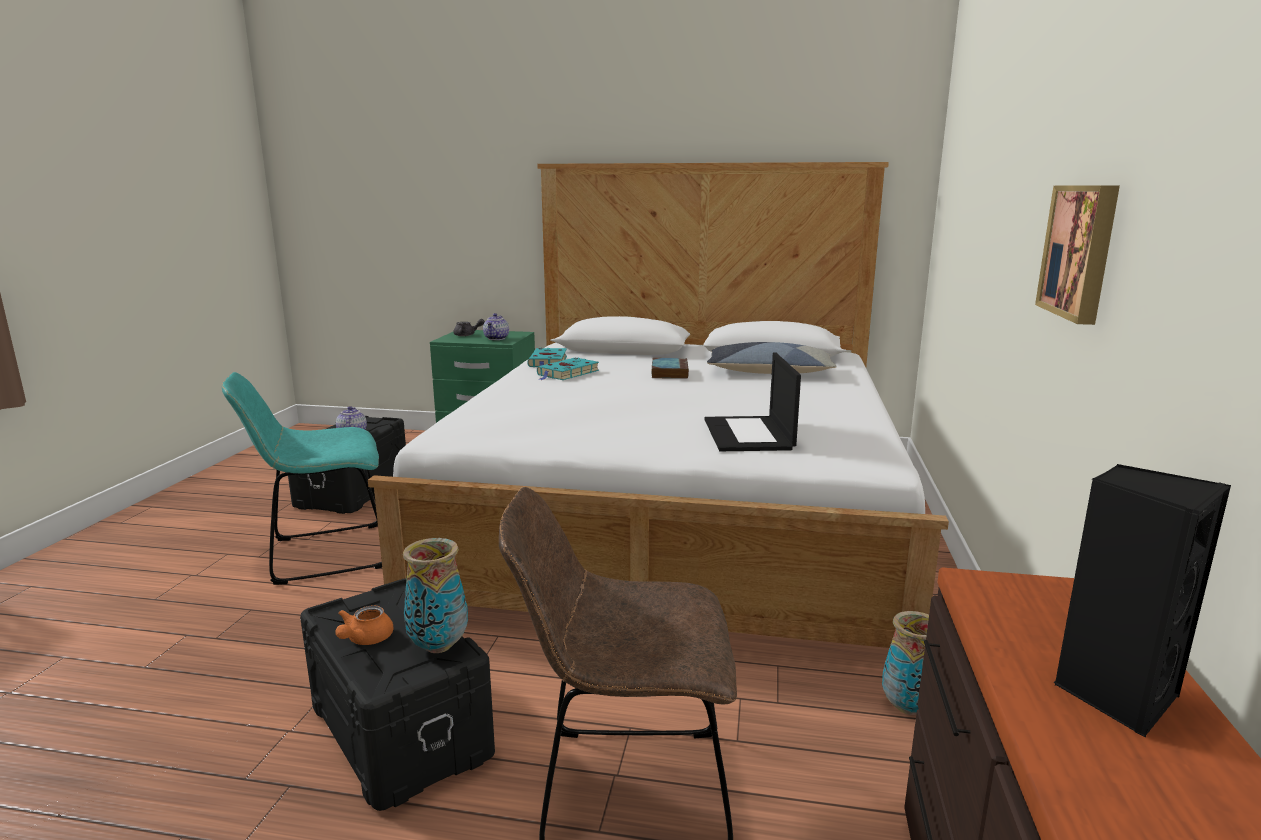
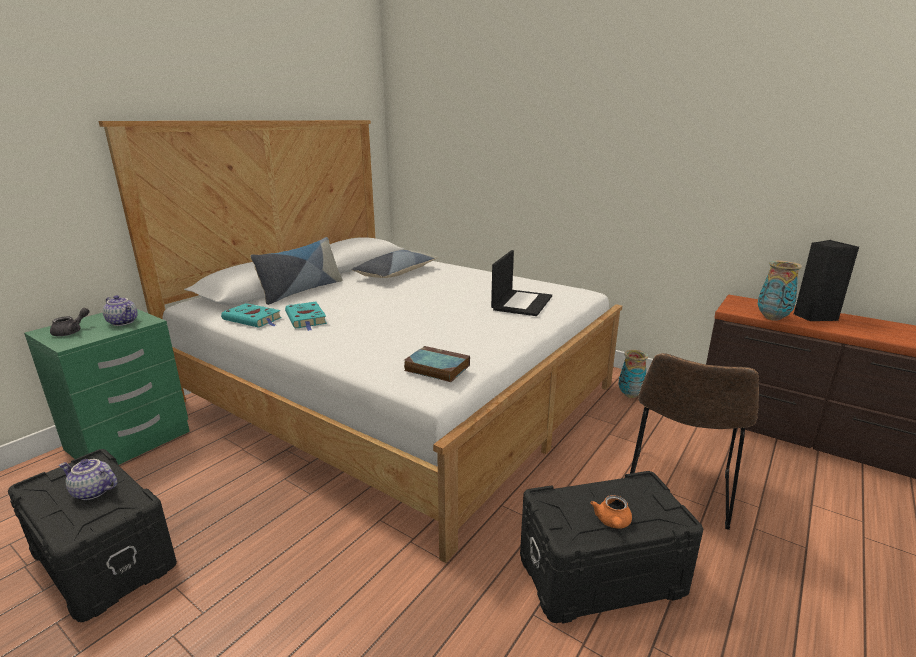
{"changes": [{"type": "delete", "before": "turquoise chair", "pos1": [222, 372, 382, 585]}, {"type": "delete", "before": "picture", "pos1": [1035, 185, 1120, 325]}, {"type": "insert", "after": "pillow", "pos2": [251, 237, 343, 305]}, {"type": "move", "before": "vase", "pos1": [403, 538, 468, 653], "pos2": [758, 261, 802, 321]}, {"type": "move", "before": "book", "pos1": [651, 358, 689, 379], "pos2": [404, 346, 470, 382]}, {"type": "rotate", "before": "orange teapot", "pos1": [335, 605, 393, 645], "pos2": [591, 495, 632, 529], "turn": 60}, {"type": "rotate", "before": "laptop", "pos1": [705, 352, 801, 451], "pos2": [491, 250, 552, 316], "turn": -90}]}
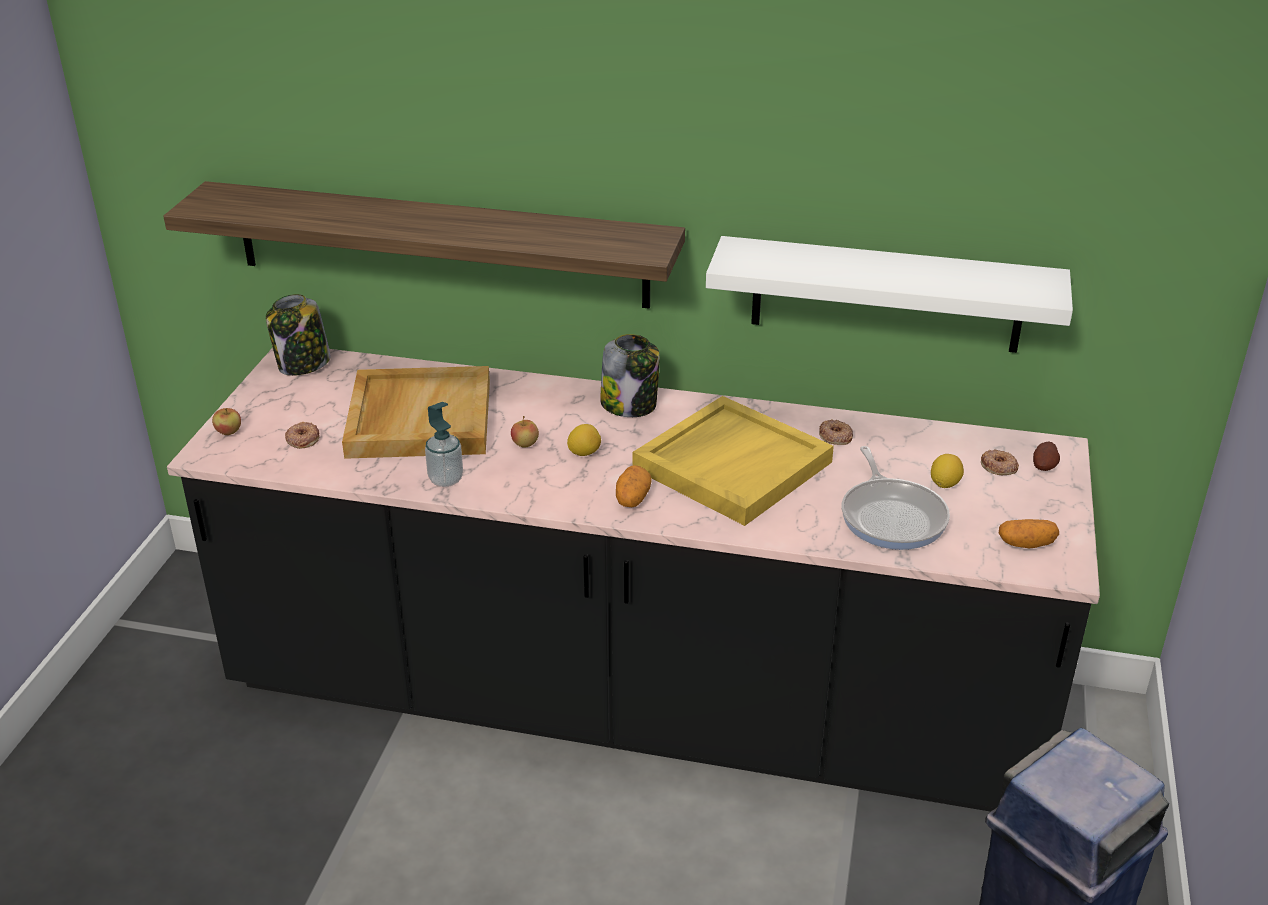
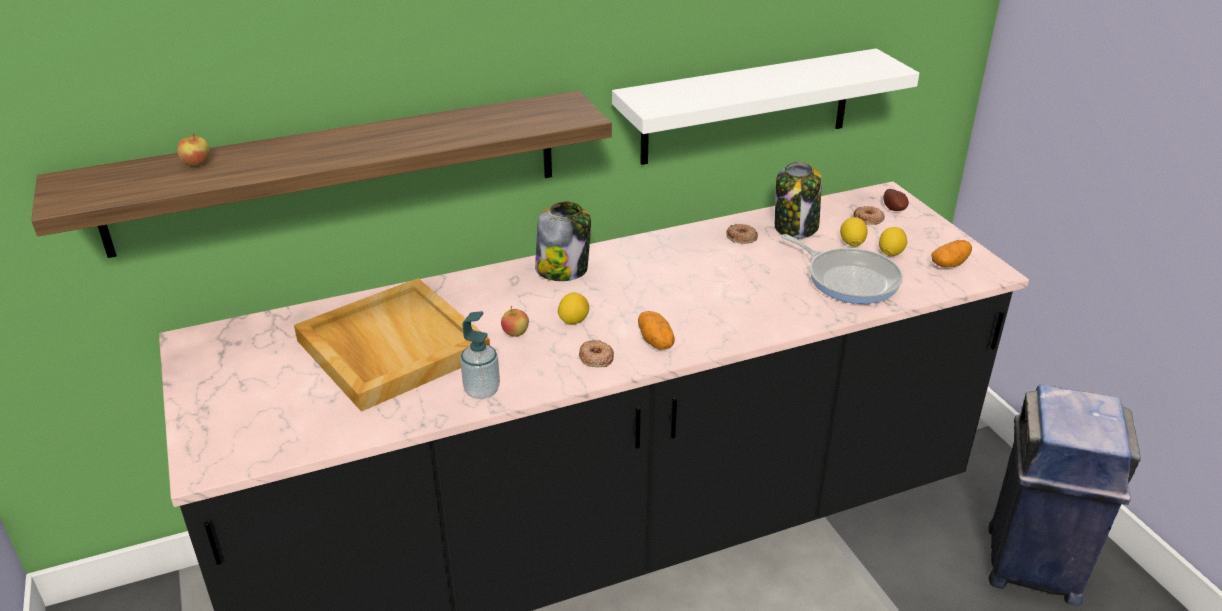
{"changes": [{"type": "delete", "before": "yellow tray", "pos1": [632, 396, 834, 526]}, {"type": "insert", "after": "lemon", "pos2": [879, 227, 907, 256]}, {"type": "move", "before": "apple", "pos1": [212, 408, 241, 435], "pos2": [177, 133, 210, 166]}, {"type": "move", "before": "jar", "pos1": [266, 294, 331, 376], "pos2": [775, 162, 822, 239]}, {"type": "move", "before": "donut", "pos1": [285, 422, 319, 449], "pos2": [579, 339, 614, 367]}]}
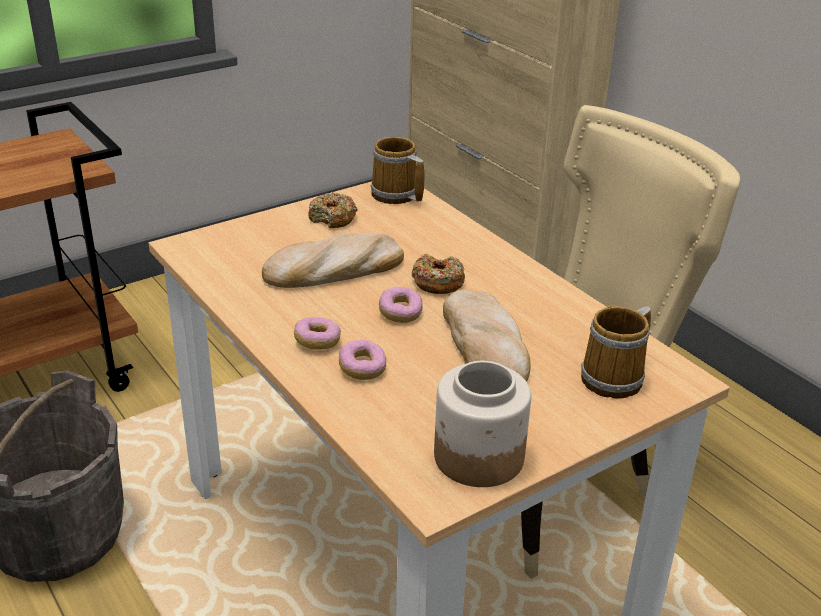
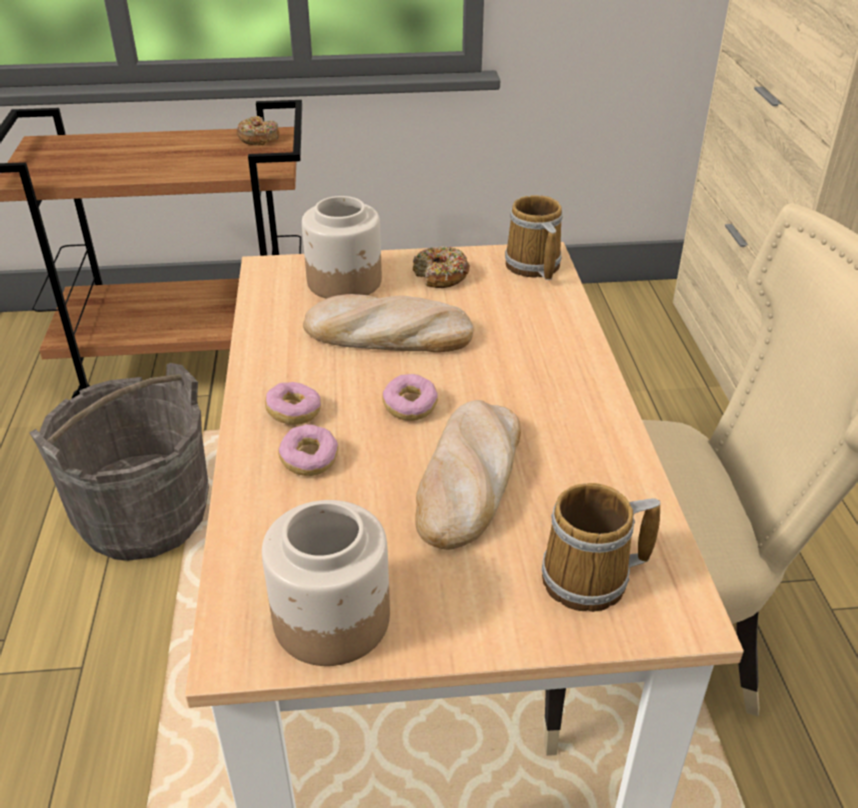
{"changes": [{"type": "insert", "after": "jar", "pos2": [302, 196, 382, 299]}, {"type": "move", "before": "donut", "pos1": [412, 254, 465, 294], "pos2": [236, 116, 279, 146]}]}
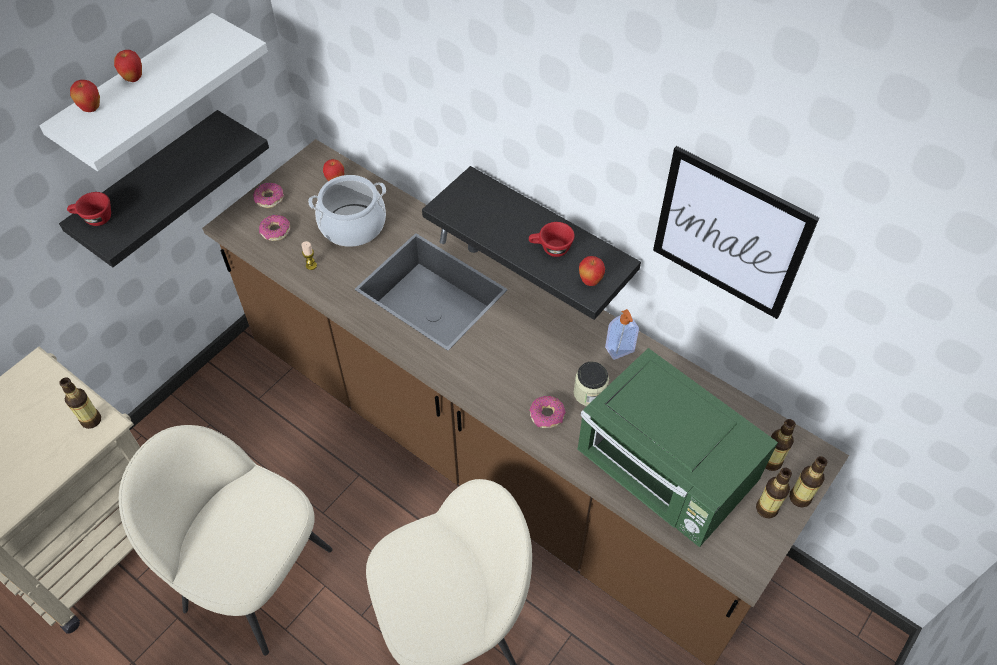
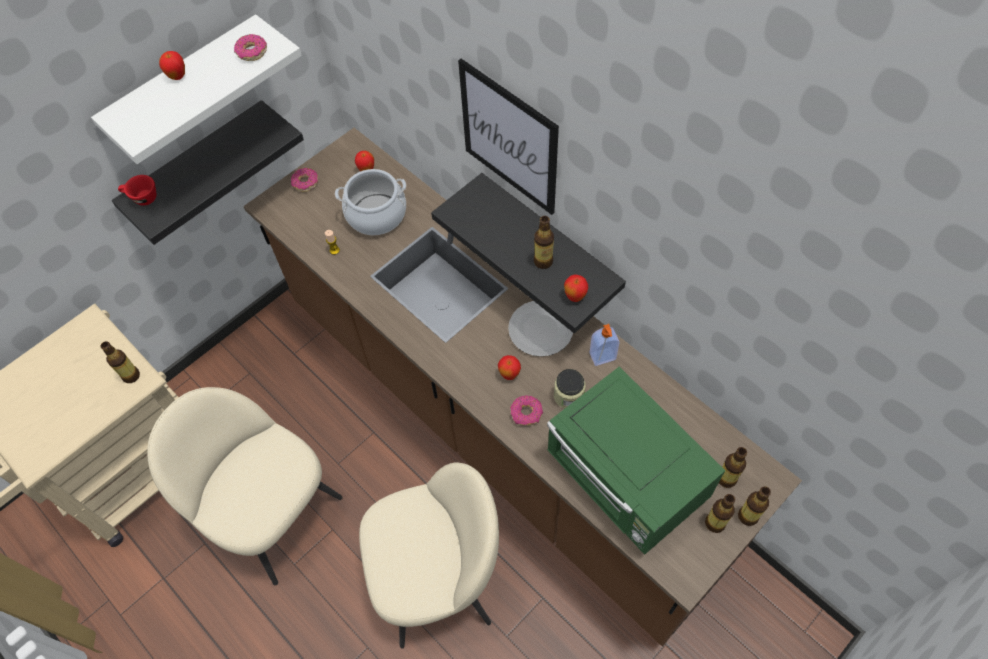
{"changes": [{"type": "insert", "after": "plate", "pos2": [508, 301, 573, 357]}, {"type": "move", "before": "apple", "pos1": [70, 80, 100, 112], "pos2": [498, 355, 521, 380]}, {"type": "move", "before": "donut", "pos1": [259, 215, 290, 241], "pos2": [234, 34, 267, 61]}, {"type": "move", "before": "picture", "pos1": [653, 146, 819, 319], "pos2": [458, 59, 559, 215]}, {"type": "replace", "before": "red cup", "after": "bottle", "pos1": [529, 222, 575, 257], "pos2": [534, 216, 554, 269]}]}
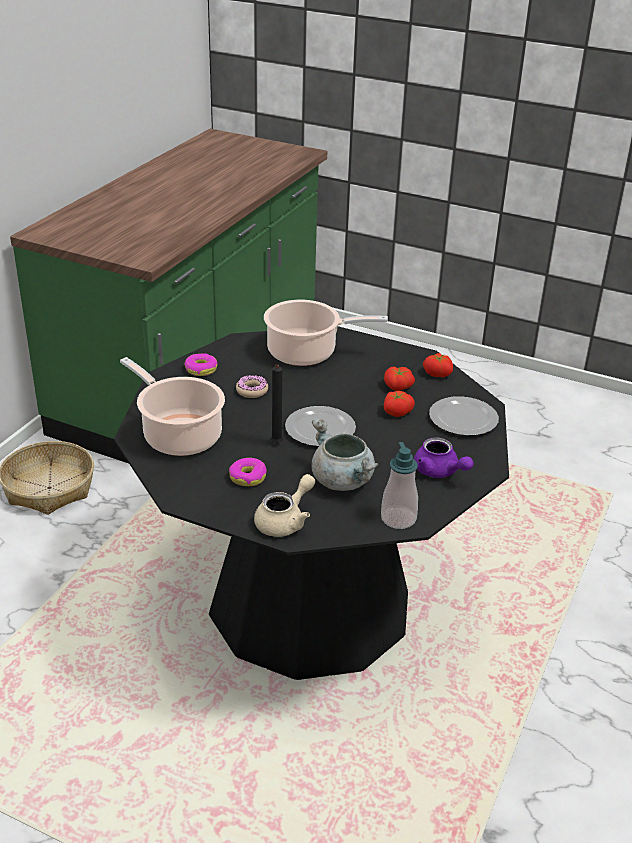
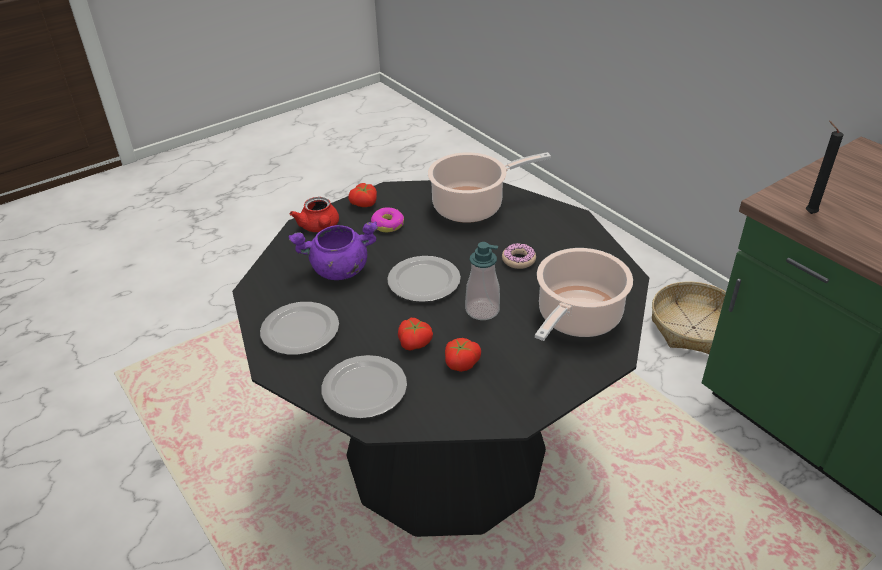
{"changes": [{"type": "delete", "before": "donut", "pos1": [184, 353, 217, 376]}, {"type": "move", "before": "black candle", "pos1": [271, 364, 283, 443], "pos2": [806, 121, 844, 214]}, {"type": "move", "before": "soap dispenser", "pos1": [381, 442, 418, 529], "pos2": [465, 242, 500, 320]}, {"type": "move", "before": "tomato", "pos1": [423, 353, 453, 377], "pos2": [348, 183, 377, 207]}, {"type": "replace", "before": "purple teapot", "after": "plate", "pos1": [414, 437, 474, 478], "pos2": [260, 302, 339, 355]}, {"type": "recolor", "before": "beige teapot", "after": "red teapot", "pos1": [254, 474, 315, 537], "pos2": [290, 197, 339, 232]}, {"type": "recolor", "before": "grey cooking pot", "after": "purple cooking pot", "pos1": [311, 419, 378, 491], "pos2": [289, 221, 378, 280]}]}
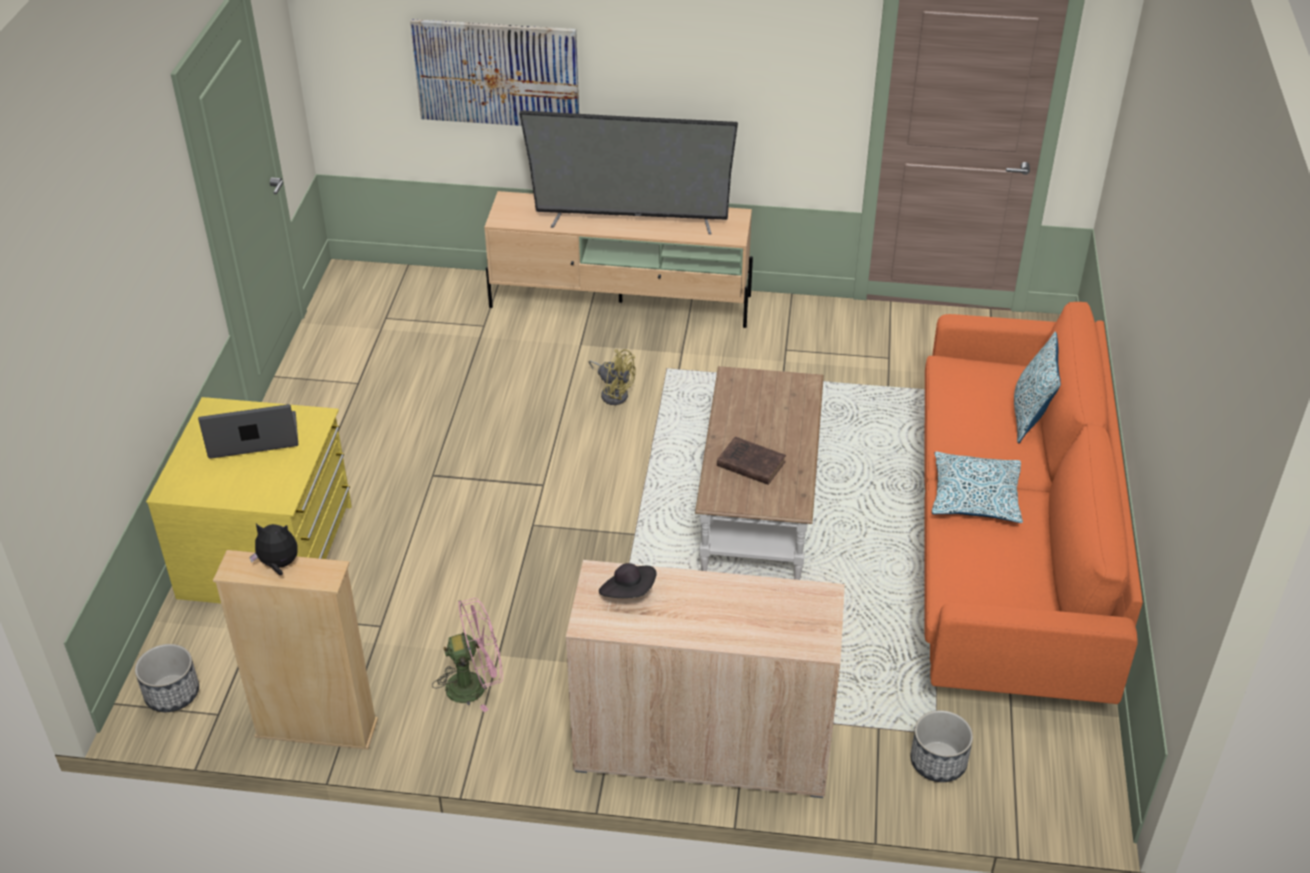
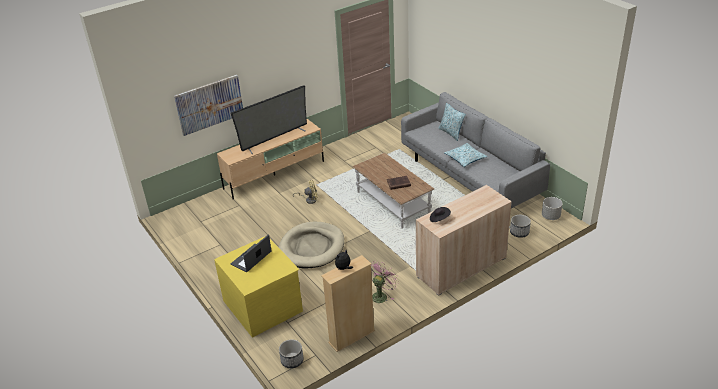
{"changes": [{"type": "insert", "after": "beige dog bed", "pos2": [279, 221, 344, 268]}, {"type": "insert", "after": "grey planter", "pos2": [542, 197, 563, 220]}, {"type": "recolor", "before": "orange sofa", "after": "grey sofa", "pos1": [924, 302, 1143, 704], "pos2": [401, 92, 550, 208]}]}
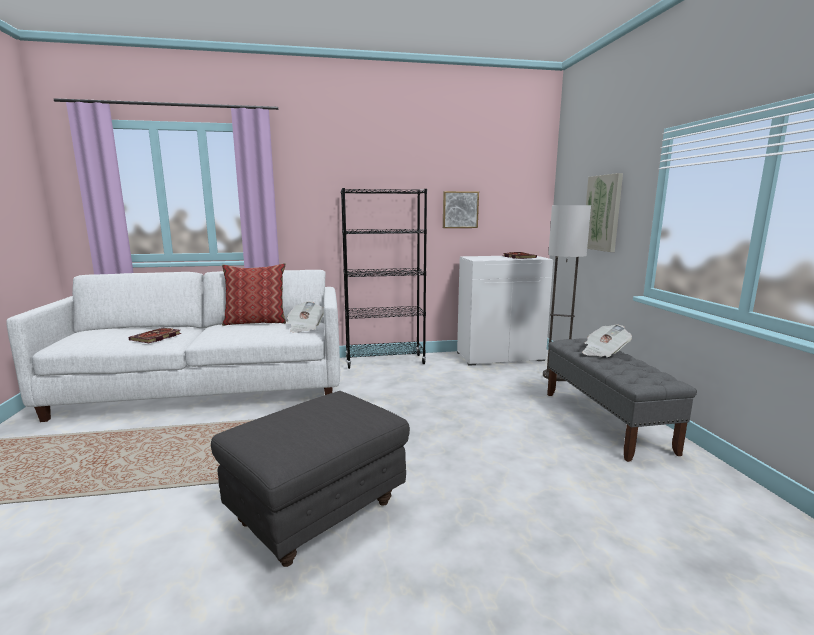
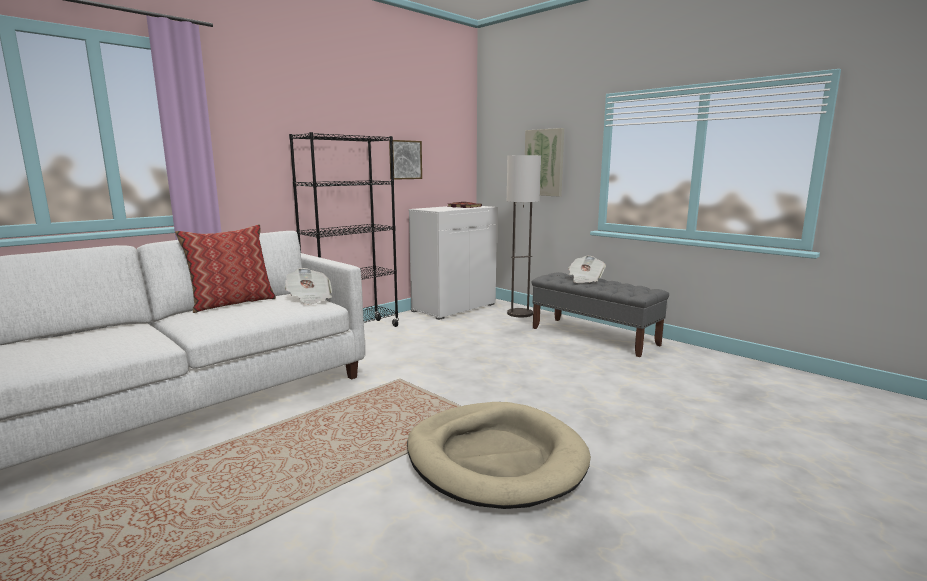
{"changes": [{"type": "delete", "before": "book", "pos1": [129, 328, 182, 343]}, {"type": "replace", "before": "grey ottoman", "after": "beige dog bed", "pos1": [211, 391, 410, 567], "pos2": [407, 402, 591, 509]}]}
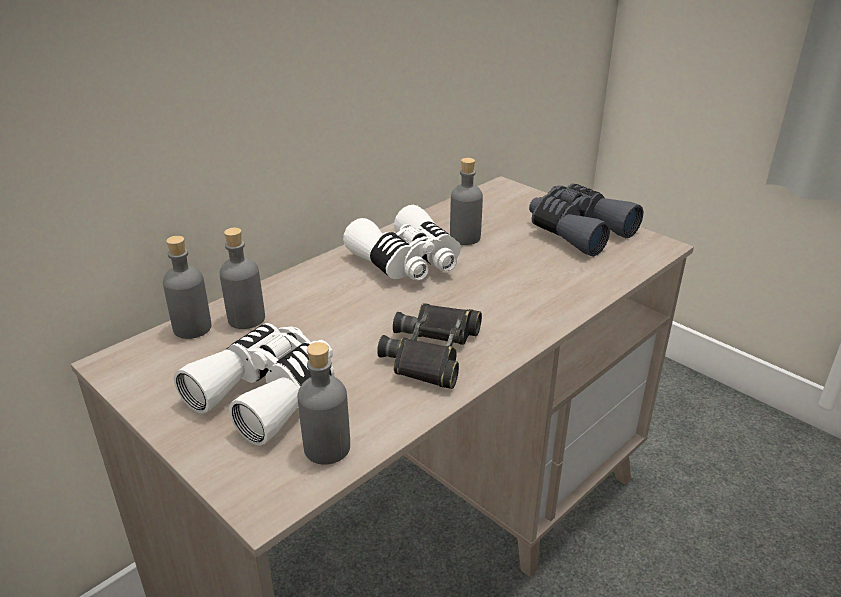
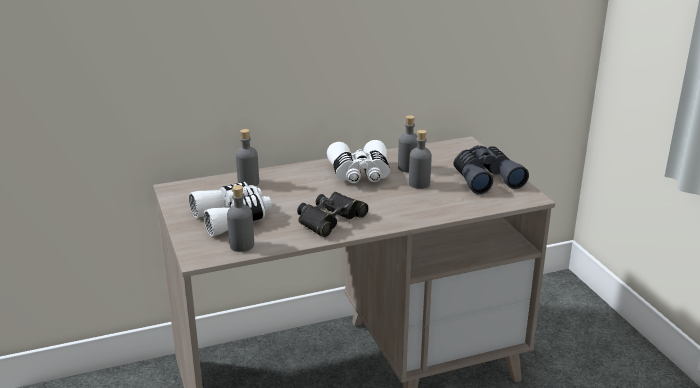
{"changes": [{"type": "move", "before": "grey bottle", "pos1": [163, 236, 211, 339], "pos2": [409, 130, 432, 189]}]}
